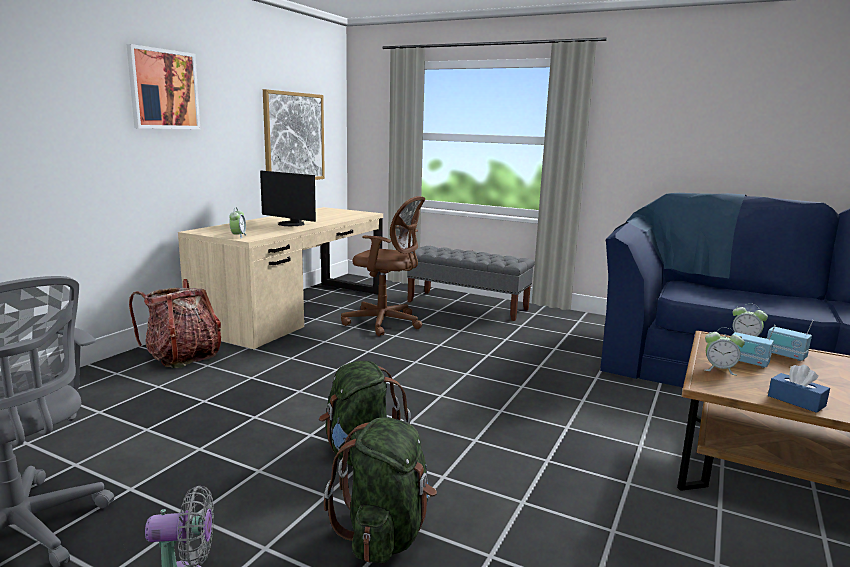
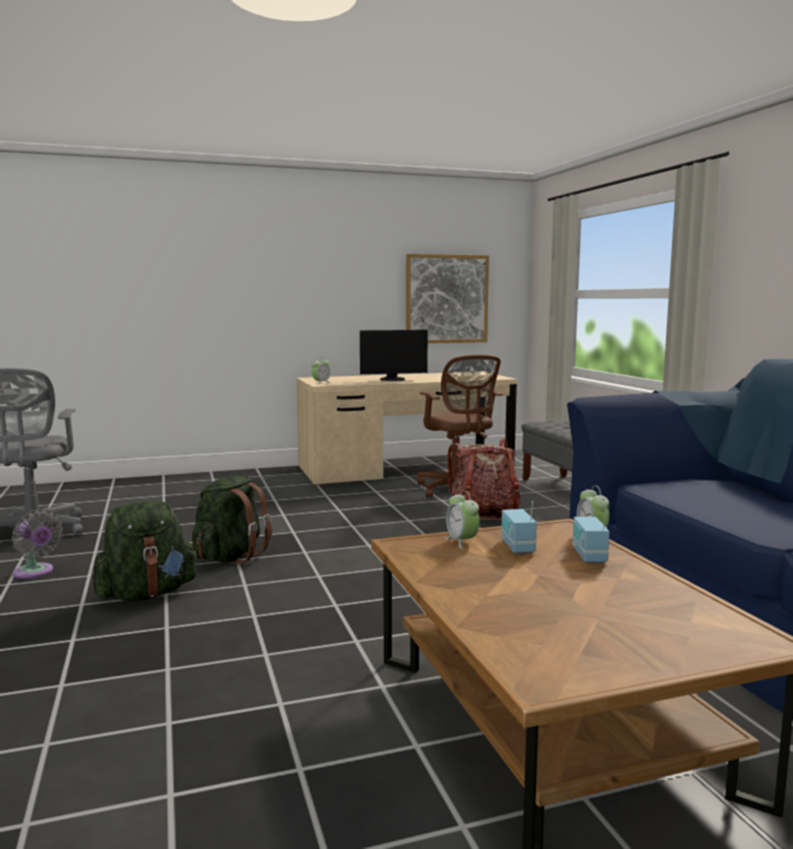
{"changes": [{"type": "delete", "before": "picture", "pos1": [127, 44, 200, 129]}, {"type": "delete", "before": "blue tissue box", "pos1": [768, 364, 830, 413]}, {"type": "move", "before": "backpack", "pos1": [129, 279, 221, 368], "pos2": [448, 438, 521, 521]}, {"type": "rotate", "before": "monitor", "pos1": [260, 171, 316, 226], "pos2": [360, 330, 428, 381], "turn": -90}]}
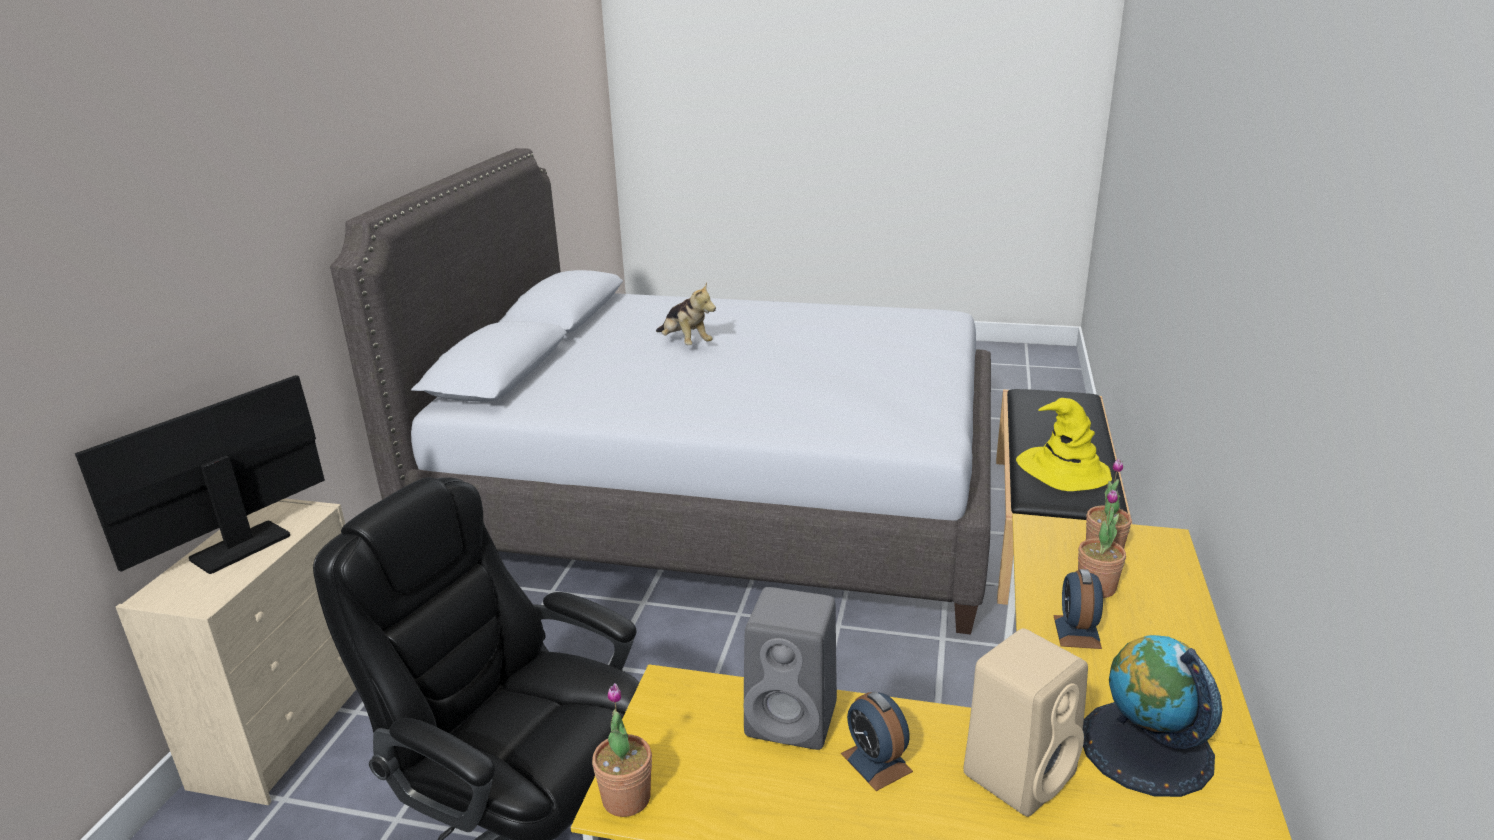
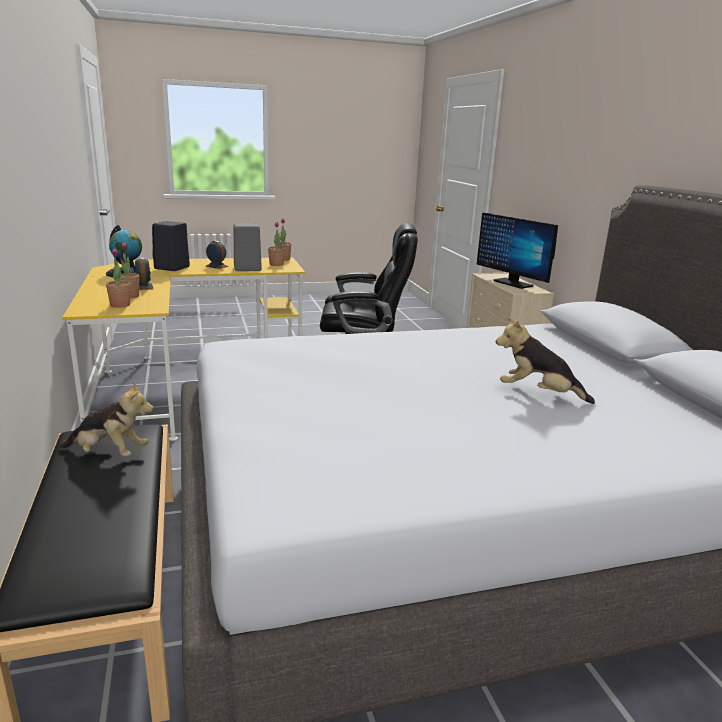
{"changes": [{"type": "insert", "after": "potted plant", "pos2": [268, 222, 285, 266]}, {"type": "replace", "before": "yellow hat", "after": "plush toy", "pos1": [1016, 398, 1112, 491], "pos2": [59, 381, 154, 457]}, {"type": "recolor", "before": "beige speaker", "after": "black speaker", "pos1": [963, 628, 1088, 817], "pos2": [152, 221, 190, 271]}, {"type": "rotate", "before": "monitor", "pos1": [75, 375, 325, 574], "pos2": [477, 213, 558, 289], "turn": 135}]}
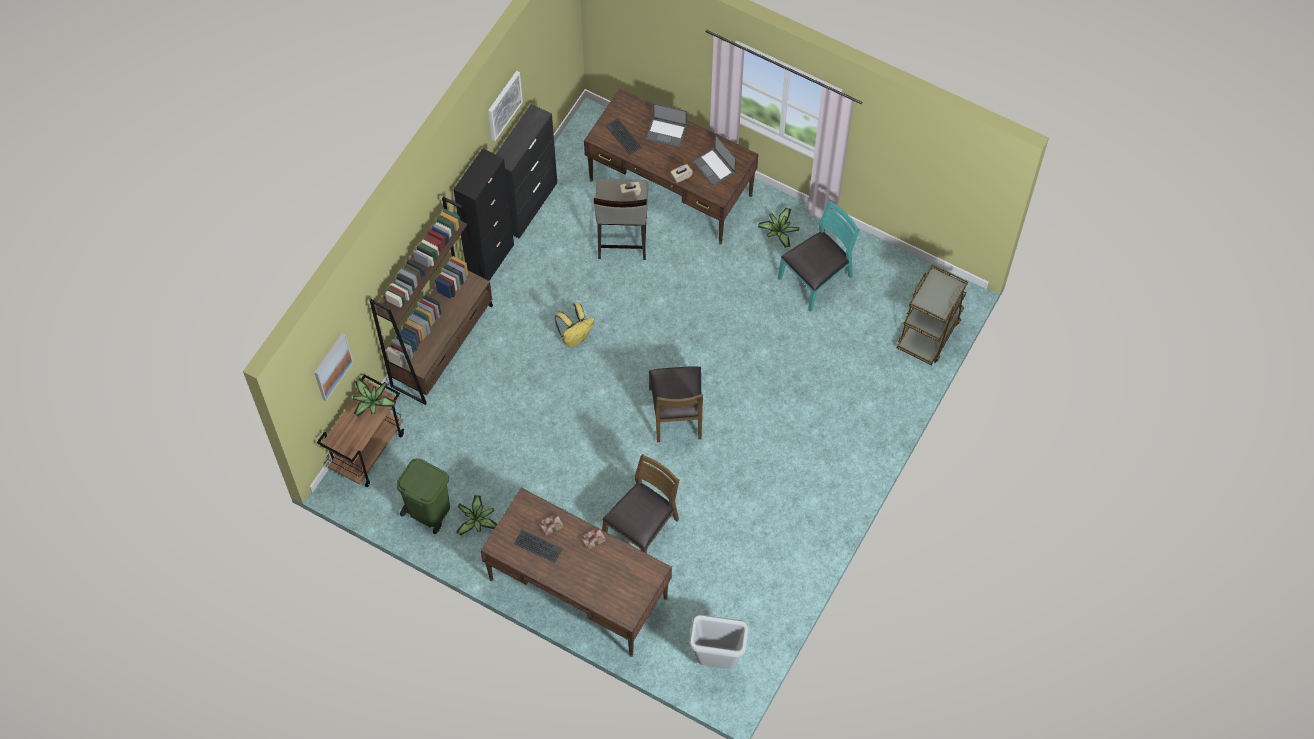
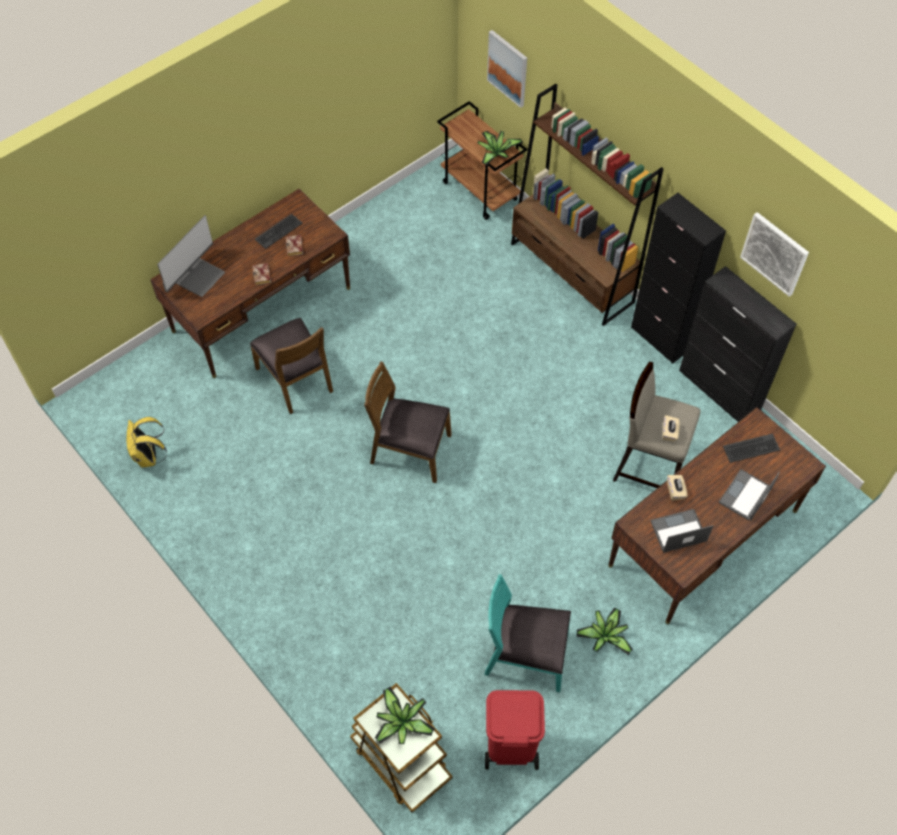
{"changes": [{"type": "delete", "before": "green trash can", "pos1": [396, 458, 450, 534]}, {"type": "delete", "before": "grey trash can", "pos1": [689, 615, 748, 669]}, {"type": "insert", "after": "monitor", "pos2": [157, 215, 225, 297]}, {"type": "insert", "after": "red trash can", "pos2": [485, 690, 545, 770]}, {"type": "move", "before": "potted plant", "pos1": [456, 495, 497, 536], "pos2": [375, 687, 435, 744]}, {"type": "move", "before": "yellow backpack", "pos1": [555, 302, 595, 347], "pos2": [126, 417, 167, 467]}, {"type": "rotate", "before": "turquoise chair", "pos1": [778, 200, 860, 312], "pos2": [485, 574, 571, 692], "turn": 120}]}
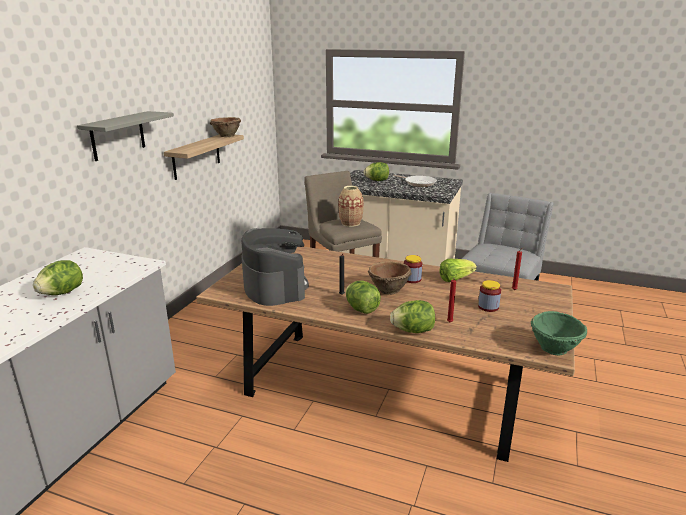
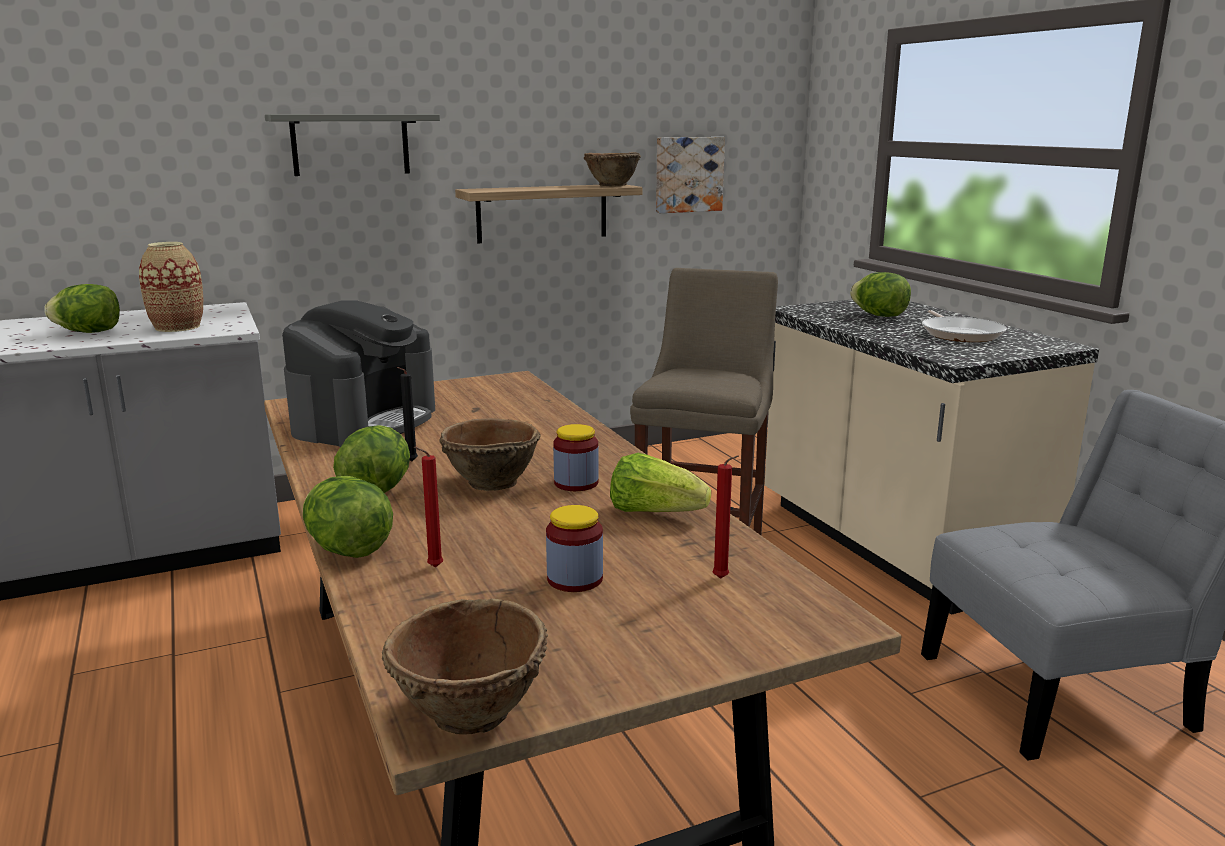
{"changes": [{"type": "insert", "after": "picture", "pos2": [656, 137, 725, 213]}, {"type": "move", "before": "vase", "pos1": [338, 186, 364, 227], "pos2": [139, 242, 203, 332]}, {"type": "recolor", "before": "green bowl", "after": "brown bowl", "pos1": [531, 311, 587, 355], "pos2": [382, 599, 548, 735]}]}
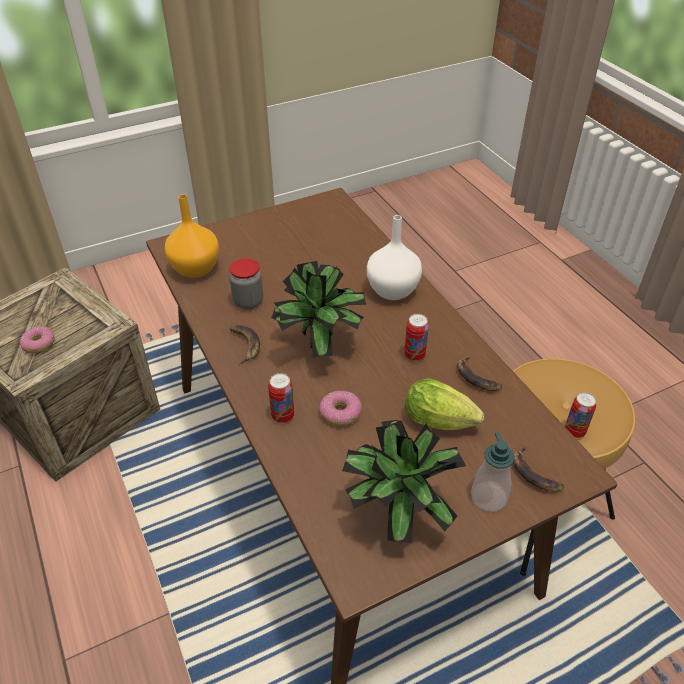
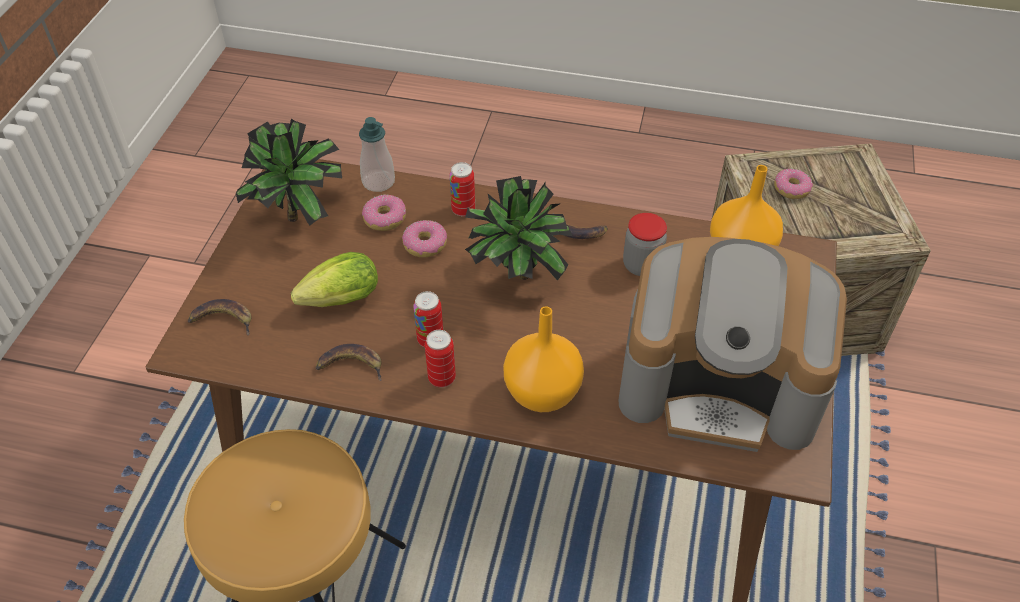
{"changes": [{"type": "insert", "after": "donut", "pos2": [362, 194, 406, 231]}, {"type": "insert", "after": "coffee machine", "pos2": [618, 237, 847, 452]}, {"type": "move", "before": "soap dispenser", "pos1": [471, 432, 514, 512], "pos2": [359, 117, 395, 192]}, {"type": "move", "before": "can", "pos1": [565, 392, 596, 438], "pos2": [425, 330, 456, 387]}, {"type": "recolor", "before": "white vase", "after": "orange vase", "pos1": [367, 215, 422, 300], "pos2": [503, 306, 584, 412]}]}
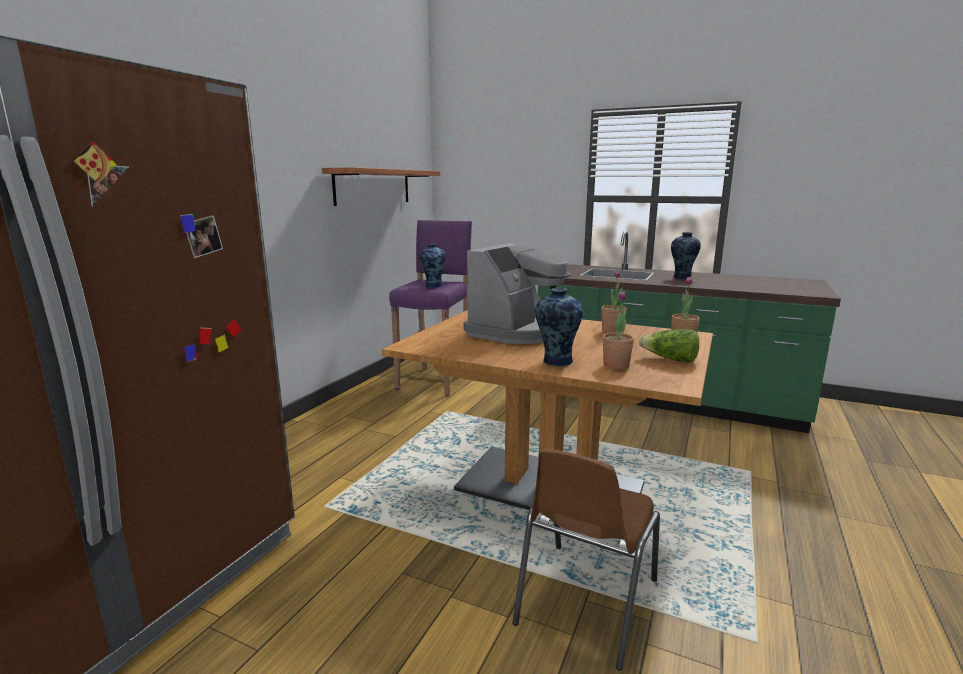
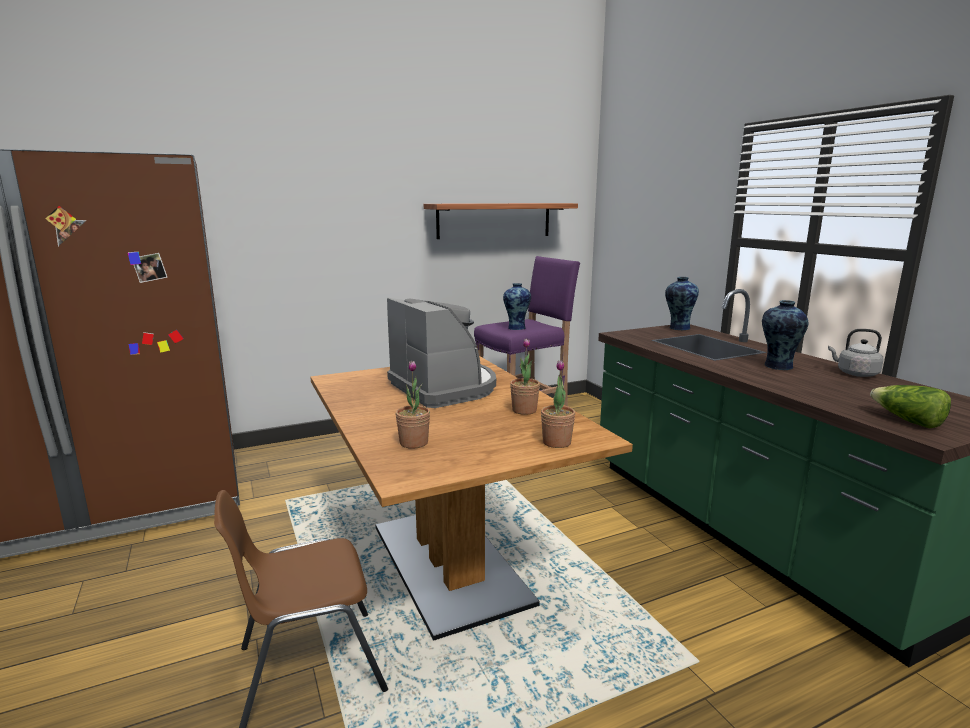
{"changes": [{"type": "insert", "after": "grey kettle", "pos2": [828, 329, 883, 377]}, {"type": "move", "before": "vase", "pos1": [535, 288, 583, 366], "pos2": [665, 277, 699, 330]}, {"type": "move", "before": "lettuce", "pos1": [639, 329, 699, 363], "pos2": [870, 385, 951, 429]}, {"type": "rotate", "before": "coffee machine", "pos1": [464, 243, 571, 344], "pos2": [387, 298, 496, 408], "turn": -105}]}
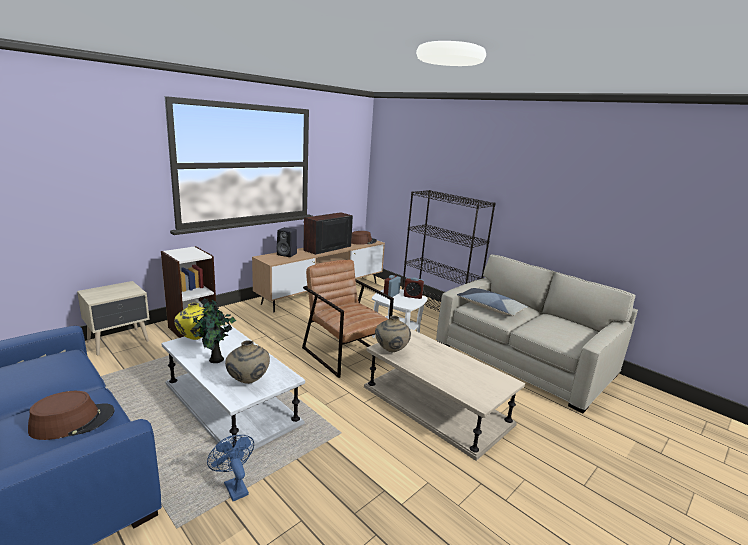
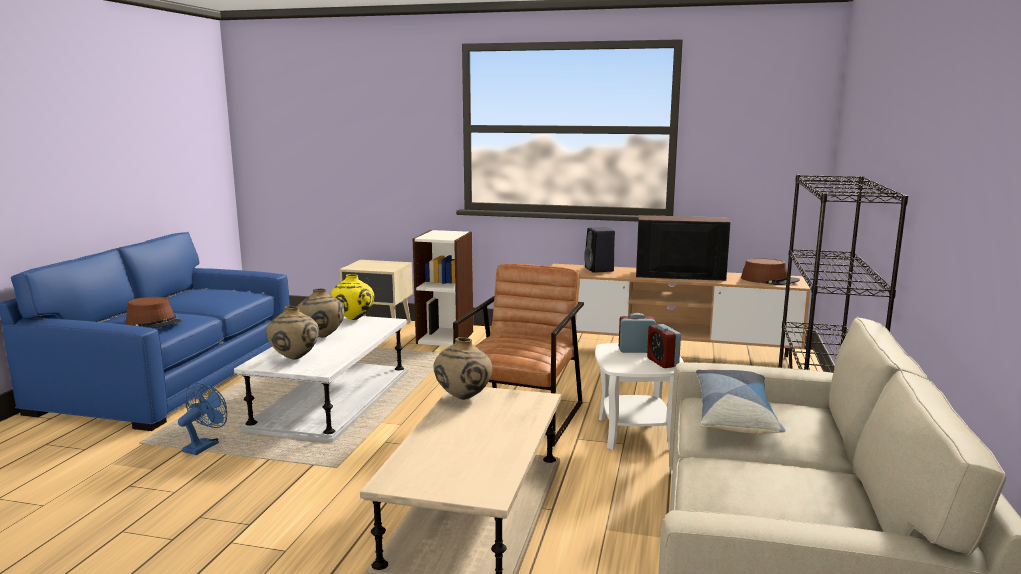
{"changes": [{"type": "replace", "before": "potted plant", "after": "beige vase", "pos1": [193, 298, 236, 363], "pos2": [298, 288, 344, 338]}]}
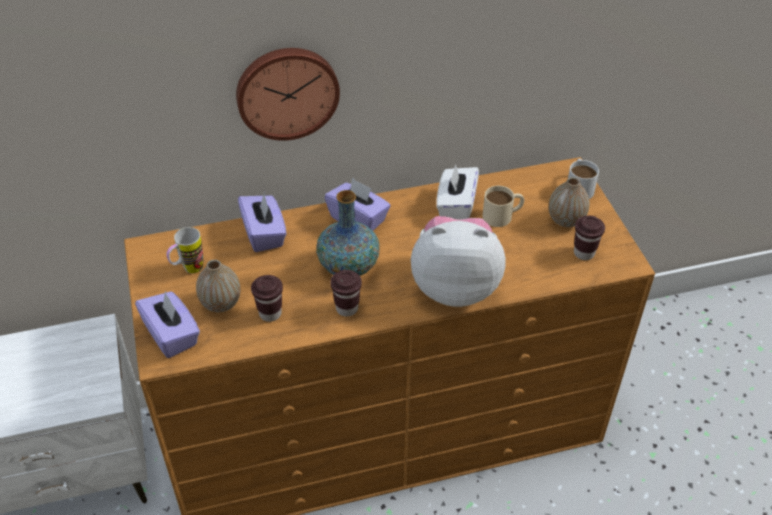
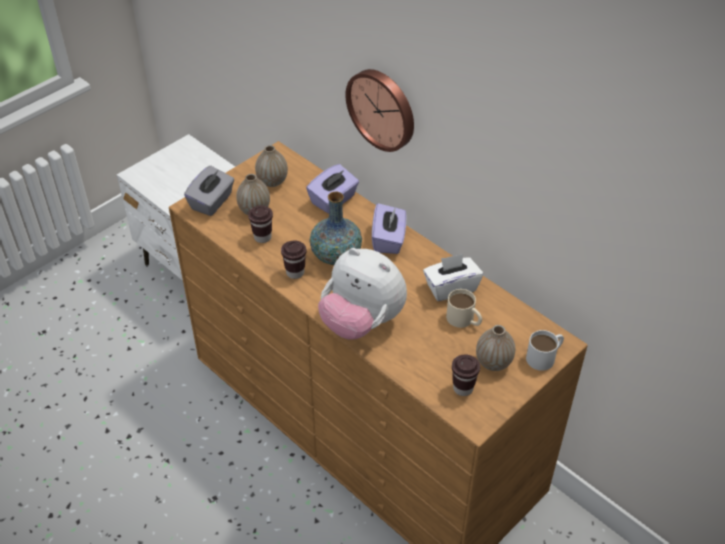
{"changes": [{"type": "replace", "before": "mug", "after": "vase", "pos1": [166, 227, 203, 274], "pos2": [255, 145, 288, 187]}, {"type": "recolor", "before": "purple tissue box", "after": "grey tissue box", "pos1": [135, 291, 200, 358], "pos2": [184, 166, 234, 216]}, {"type": "rotate", "before": "plush toy", "pos1": [411, 216, 506, 307], "pos2": [318, 248, 407, 340], "turn": 150}]}
